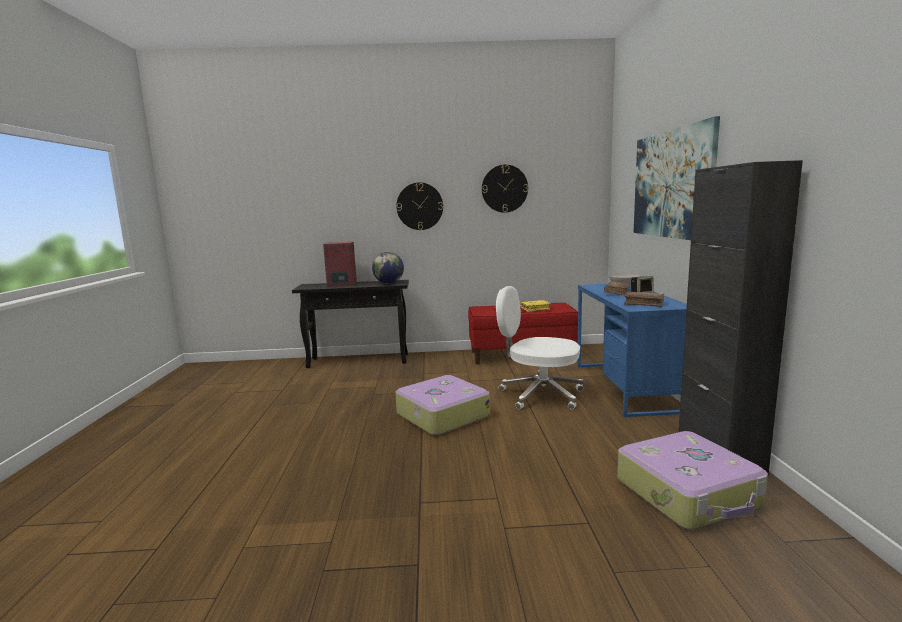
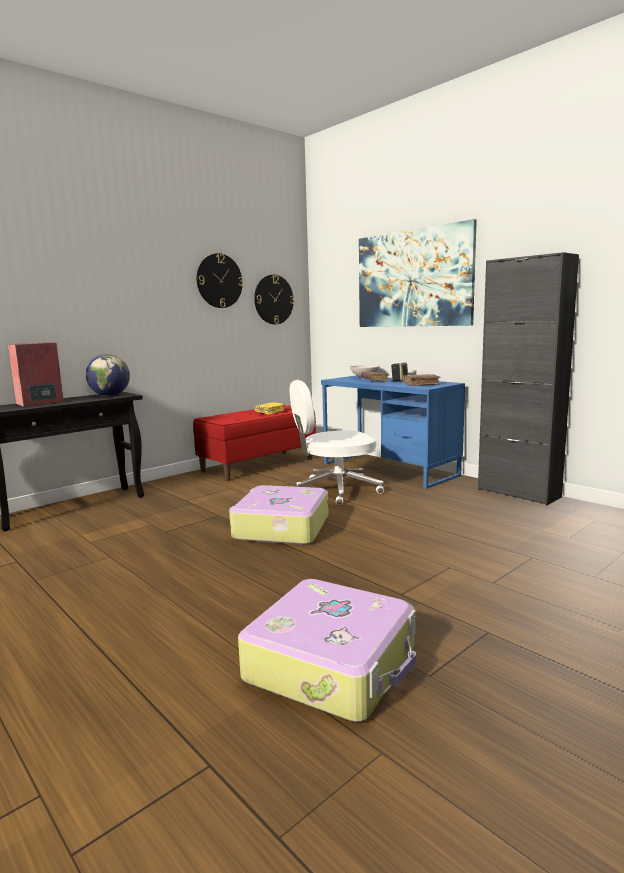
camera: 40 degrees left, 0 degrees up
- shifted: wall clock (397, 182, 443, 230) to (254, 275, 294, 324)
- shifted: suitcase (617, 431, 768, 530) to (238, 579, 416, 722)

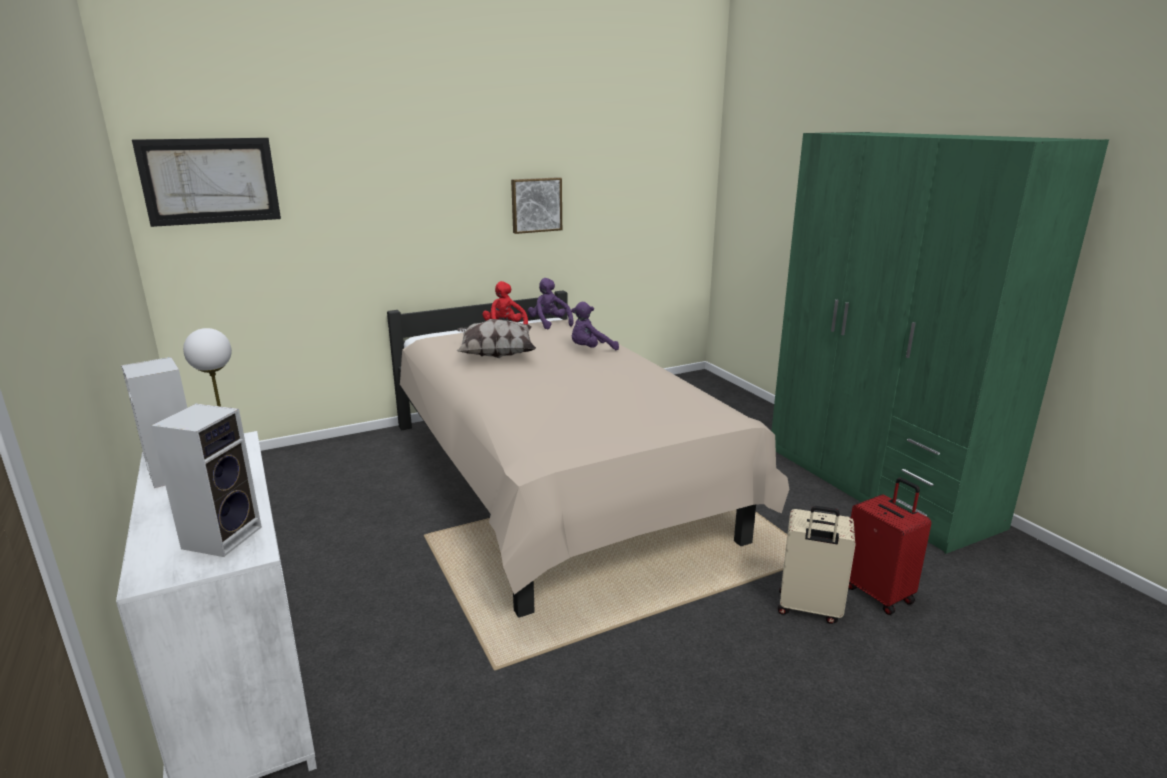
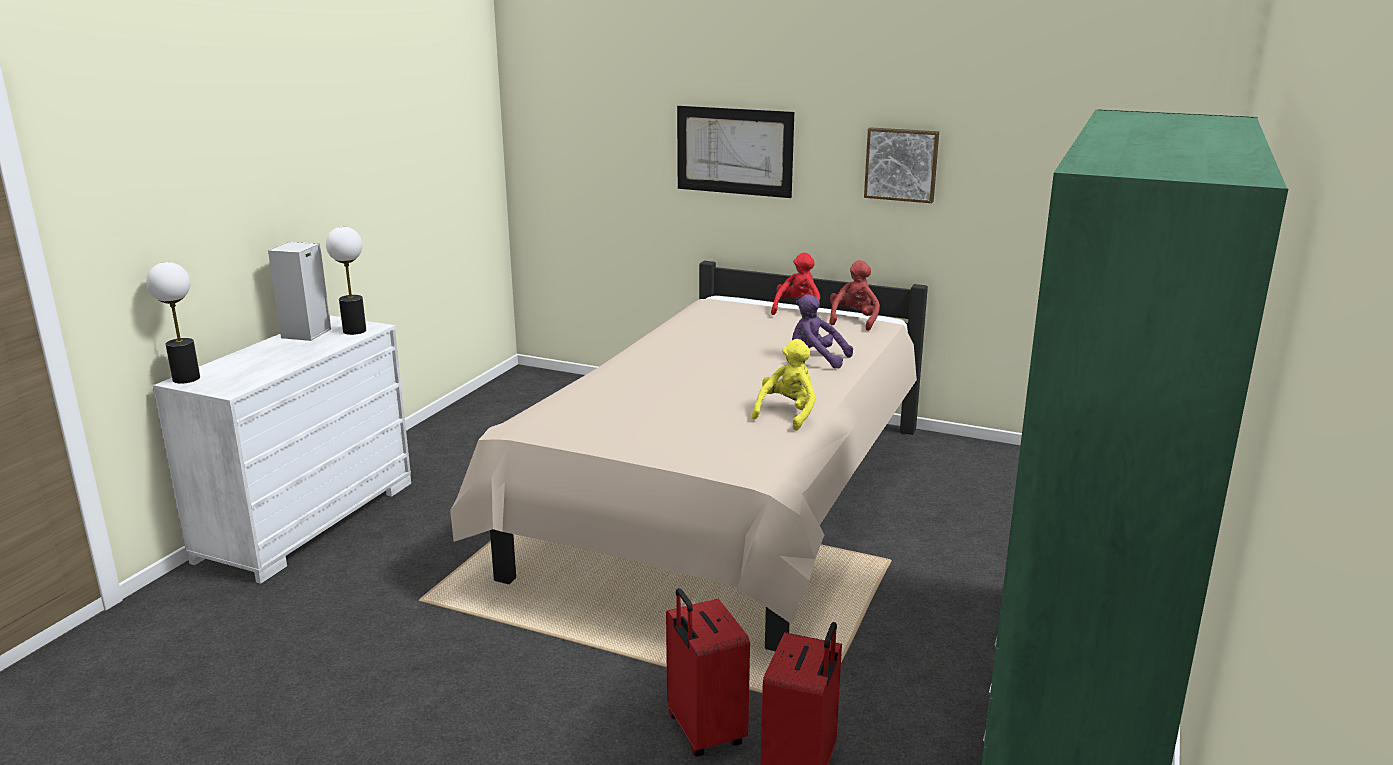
camera: 50 degrees right, 0 degrees up
- gone: speaker (151, 404, 262, 557)
- gone: pillow (457, 319, 536, 358)
- new: table lamp (146, 262, 200, 384)
- new: plush toy (yellow) (752, 339, 816, 431)
- shifted: picture (132, 138, 281, 227) to (677, 106, 794, 198)
- repainted: plush toy (purple) (528, 278, 574, 329) to plush toy (red) (829, 260, 880, 331)
- repainted: suitcase (beige) (778, 506, 855, 624) to suitcase (red) (666, 588, 750, 756)

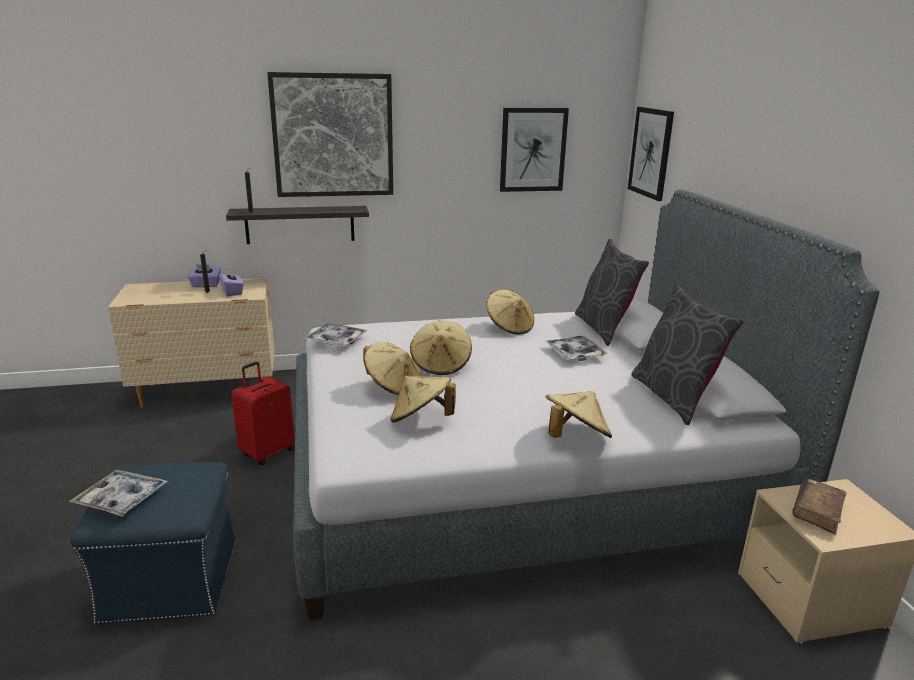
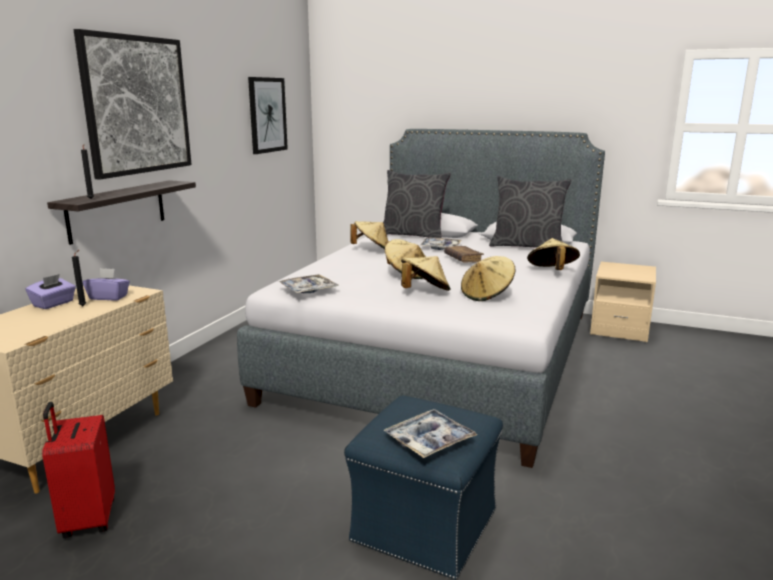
camera: 55 degrees left, 5 degrees down
- gone: picture (628, 107, 674, 201)
- shifted: suitcase (red) (231, 362, 295, 465) to (42, 402, 115, 538)
- shifted: book (brown) (792, 478, 847, 535) to (444, 246, 484, 263)

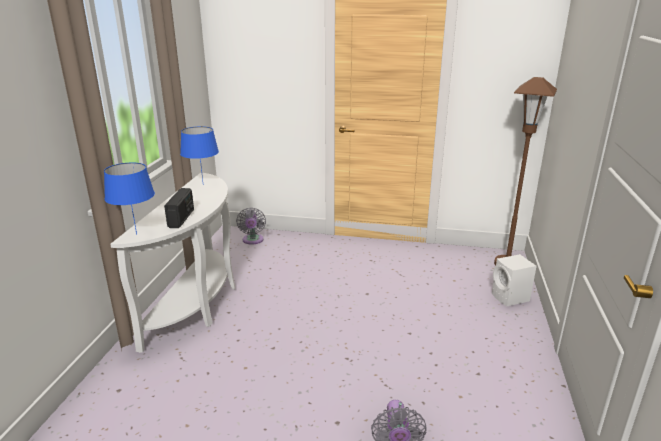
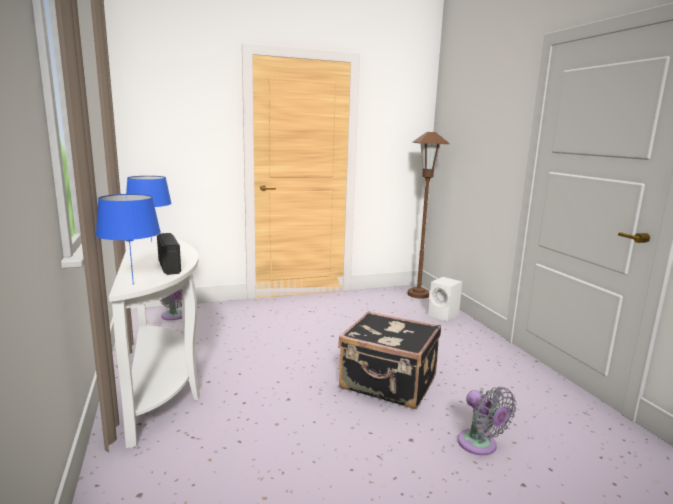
camera: 30 degrees left, 10 degrees down
- new: suitcase (black) (338, 311, 441, 409)

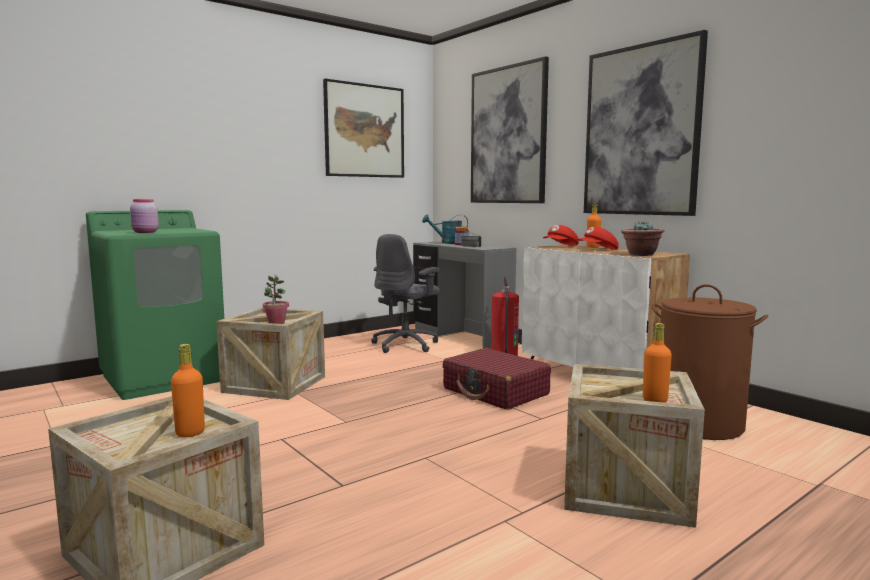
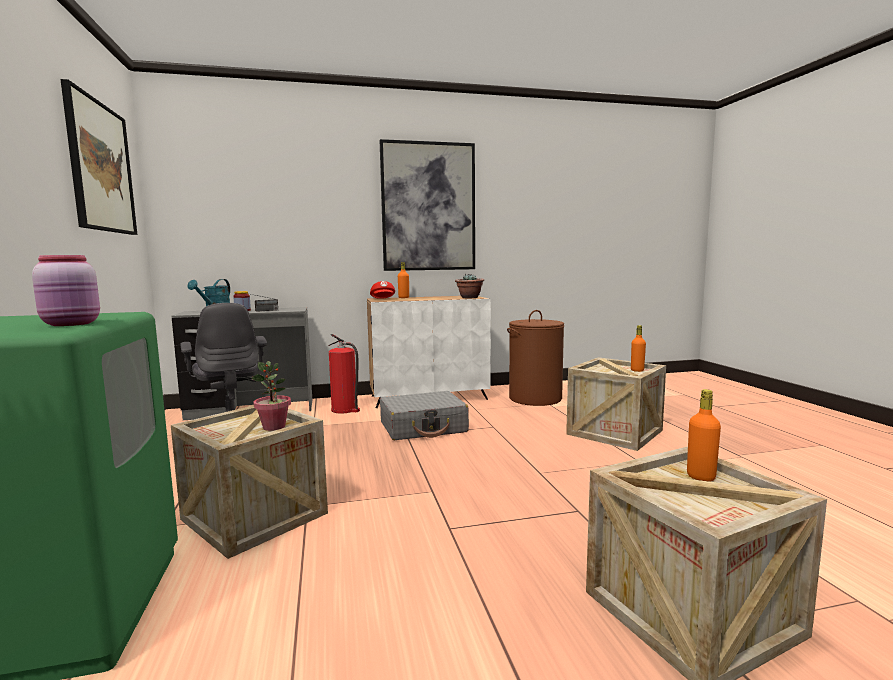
camera: 65 degrees left, 0 degrees up
- gone: picture (471, 56, 549, 203)
- gone: cap (red) (577, 227, 618, 249)
- repainted: suitcase (red) (443, 348, 551, 410) to suitcase (grey) (380, 391, 469, 440)

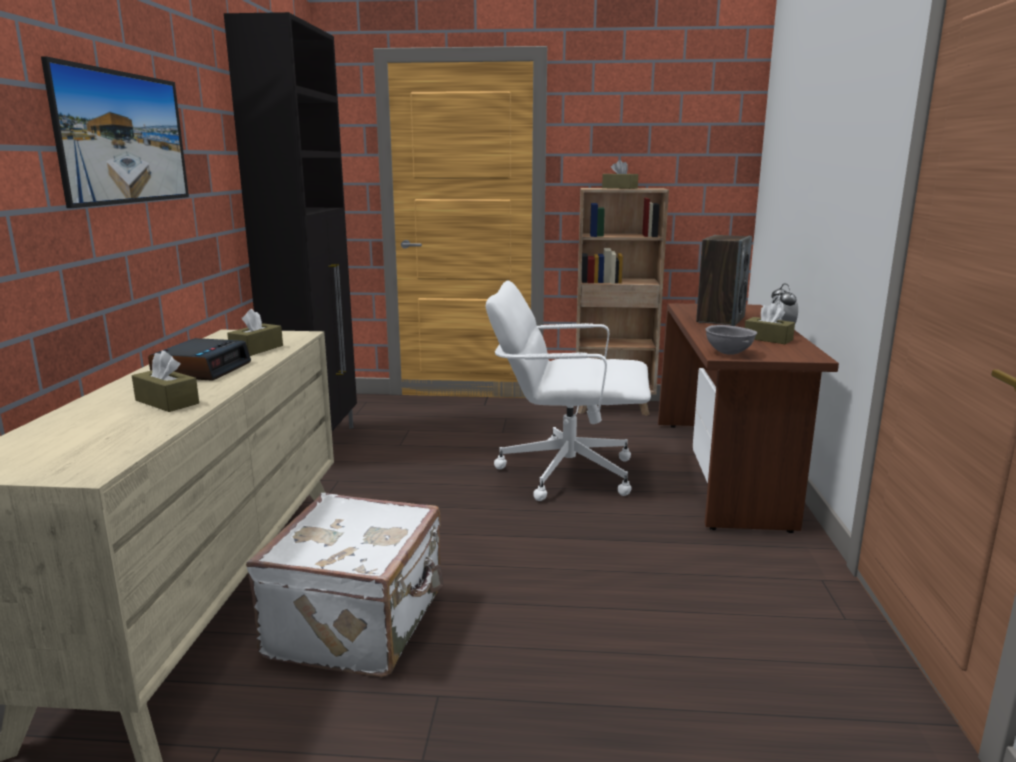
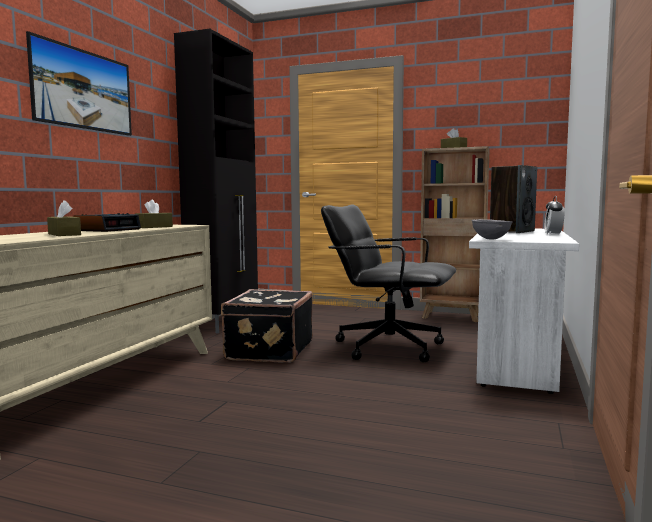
camera: 15 degrees right, 10 degrees down
- gone: suitcase (white) (246, 493, 443, 677)
- gone: tissue box (brown) (745, 303, 795, 344)
- new: suitcase (black) (221, 289, 313, 363)
- repainted: office chair (white) (486, 280, 651, 501) to office chair (black) (321, 204, 456, 362)
- repainted: desk (brown) (658, 303, 839, 533) to desk (white) (469, 229, 579, 394)

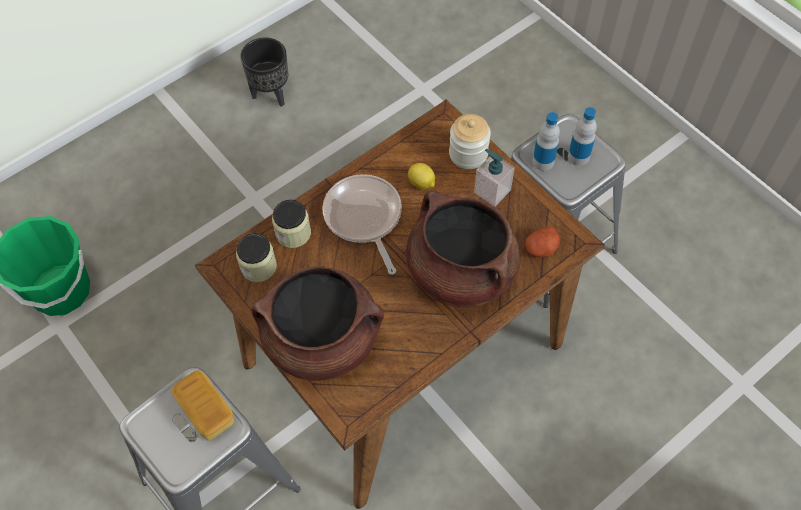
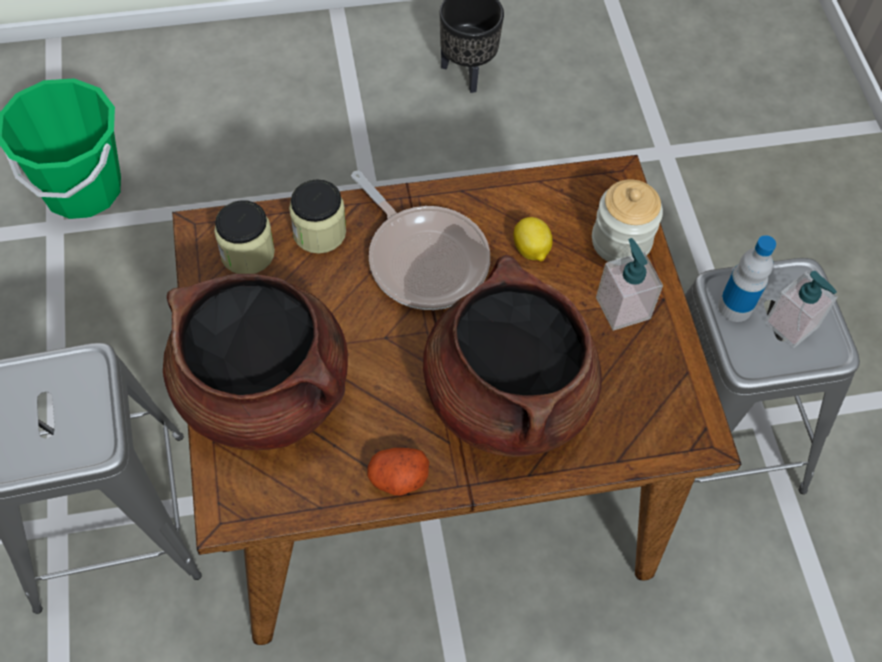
camera: 25 degrees right, 0 degrees up
- gone: bread (171, 370, 234, 441)
- shifted: potato (525, 226, 560, 258) to (368, 448, 429, 496)
- swapped: bottle (568, 107, 597, 166) to soap dispenser (765, 271, 838, 348)
- rotated: frying pan (322, 174, 402, 275) = (351, 171, 490, 310) 135 degrees clockwise

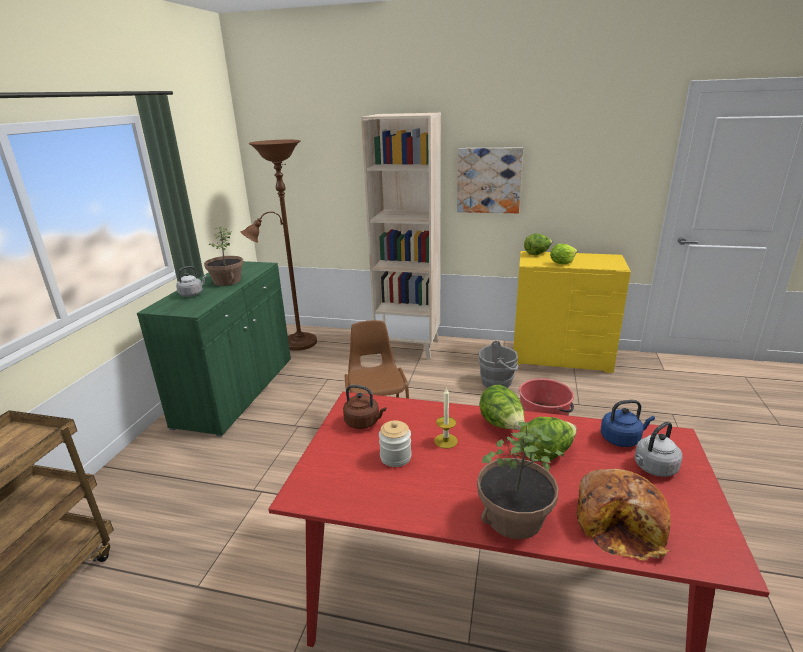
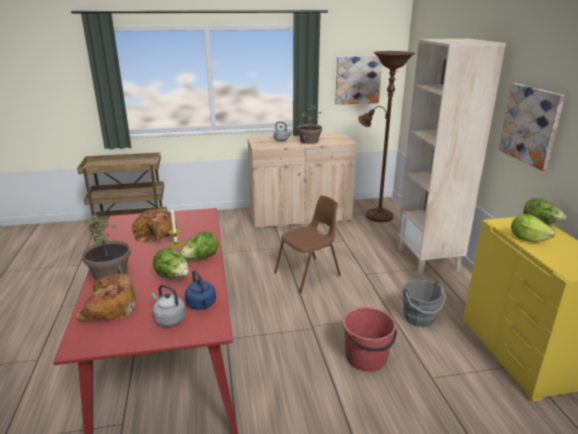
camera: 65 degrees right, 0 degrees up
- gone: kettle (brown) (343, 385, 386, 429)
- new: picture (335, 56, 382, 105)
- swapped: jar (379, 420, 412, 467) to bread (132, 209, 178, 243)
- repainted: cabinet (green) (137, 261, 291, 437) to cabinet (beige) (248, 133, 357, 229)

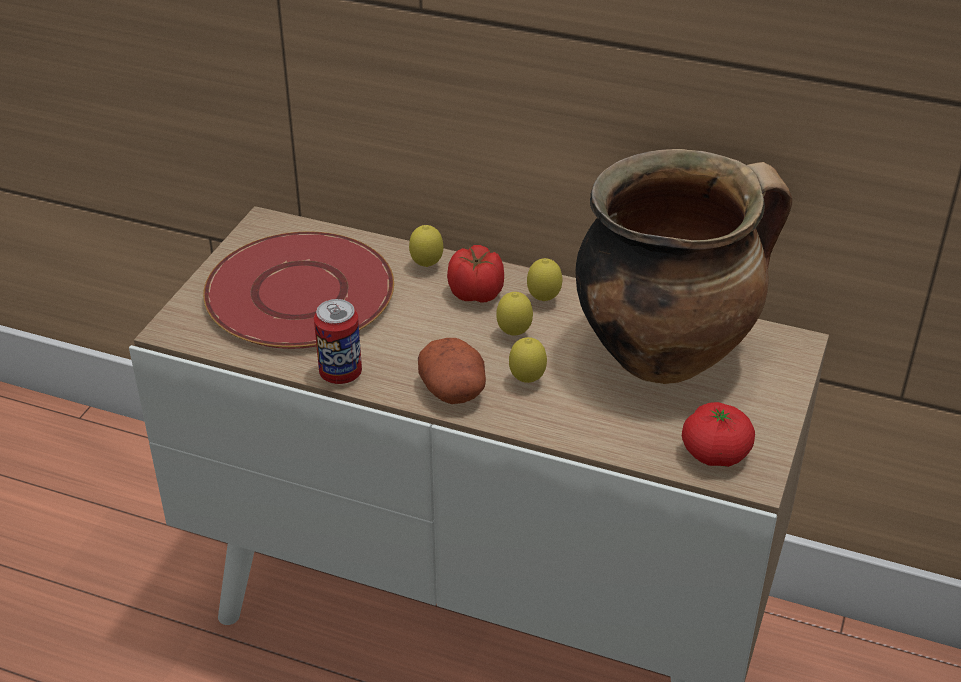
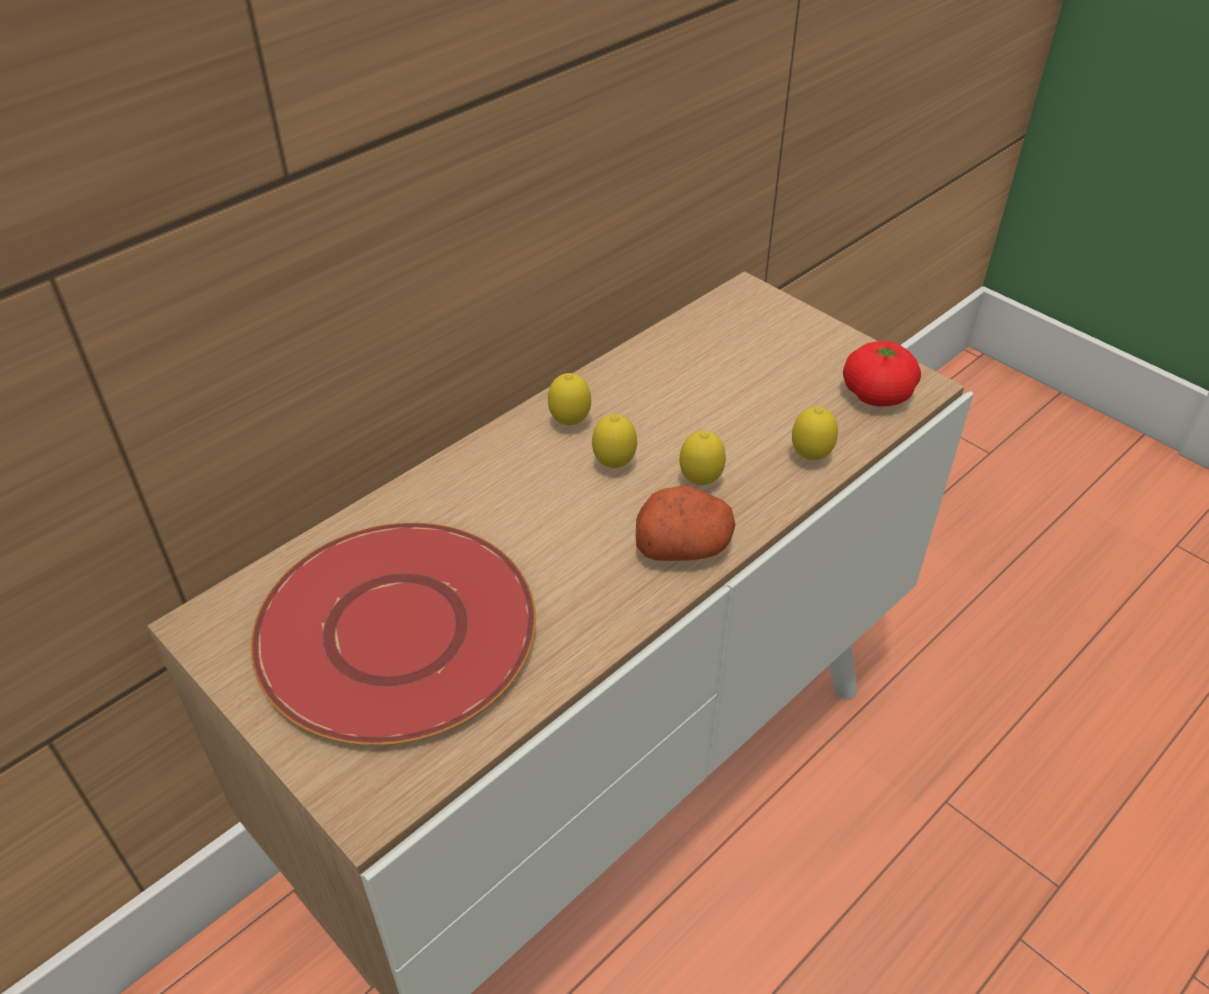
camera: 65 degrees left, 5 degrees up
- gone: can (314, 299, 362, 384)
- gone: tomato (447, 245, 504, 303)
- gone: cooking pot (575, 149, 792, 384)
- shifted: lemon (409, 225, 443, 267) to (792, 407, 838, 460)

